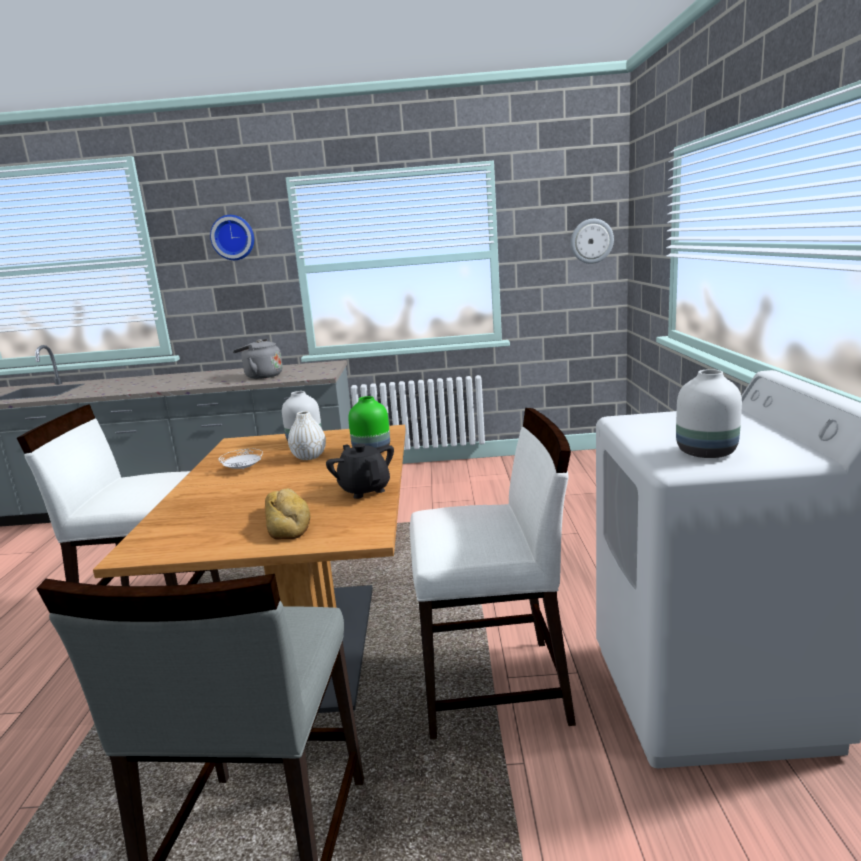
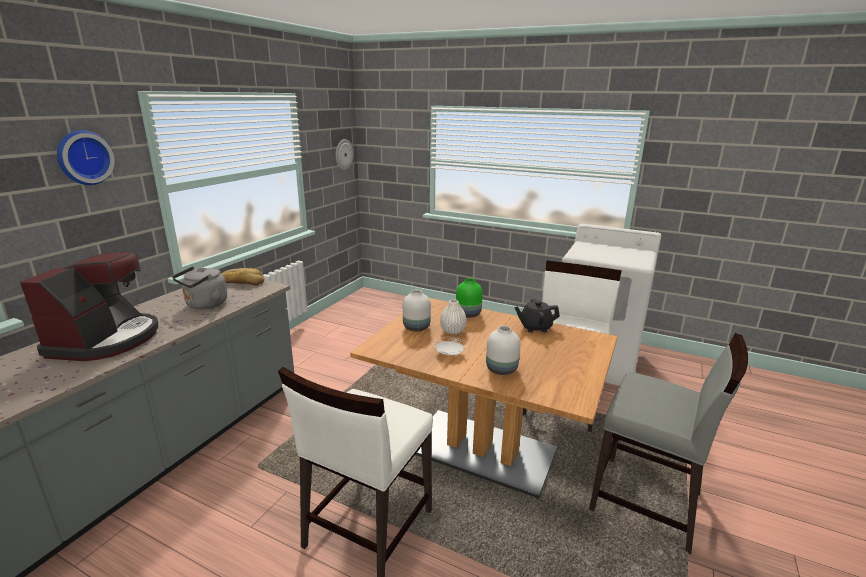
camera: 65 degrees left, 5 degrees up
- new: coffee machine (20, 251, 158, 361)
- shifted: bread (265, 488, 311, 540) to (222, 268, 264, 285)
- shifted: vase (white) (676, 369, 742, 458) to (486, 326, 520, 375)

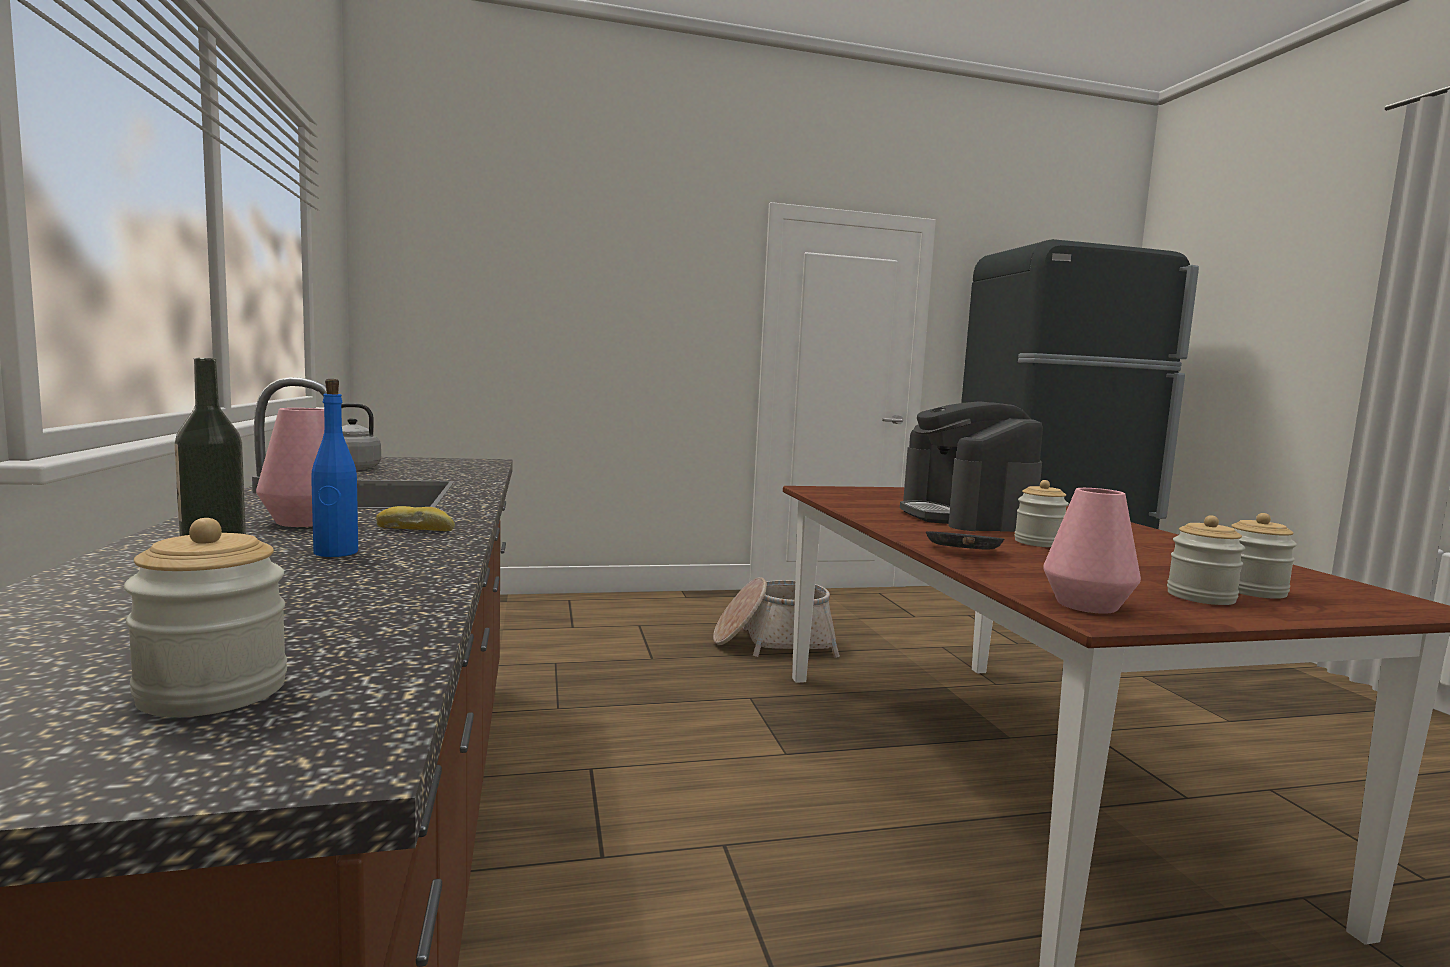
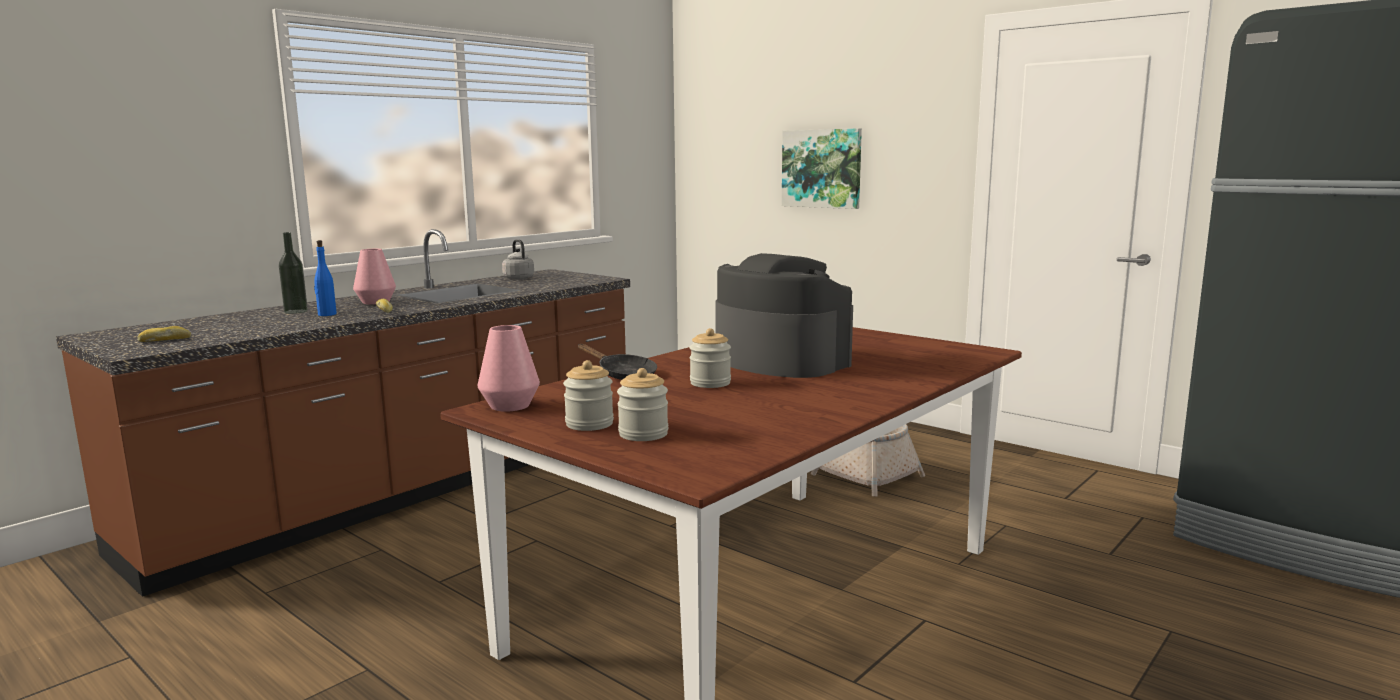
camera: 55 degrees right, 5 degrees up
- new: picture (782, 128, 862, 209)
- swapped: jar (124, 518, 287, 717) to bread (137, 326, 191, 342)
- rotated: coffee machine (900, 401, 1043, 532) = (715, 253, 853, 378) 90 degrees clockwise
- rotated: frying pan (black) (926, 531, 1004, 550) = (578, 344, 657, 380) 60 degrees clockwise

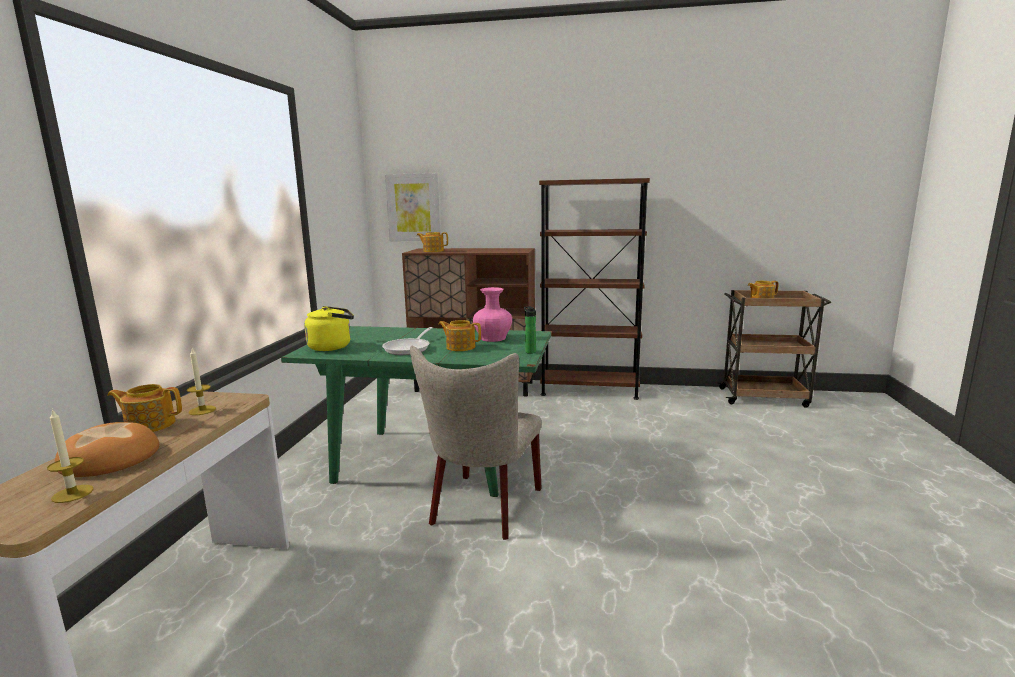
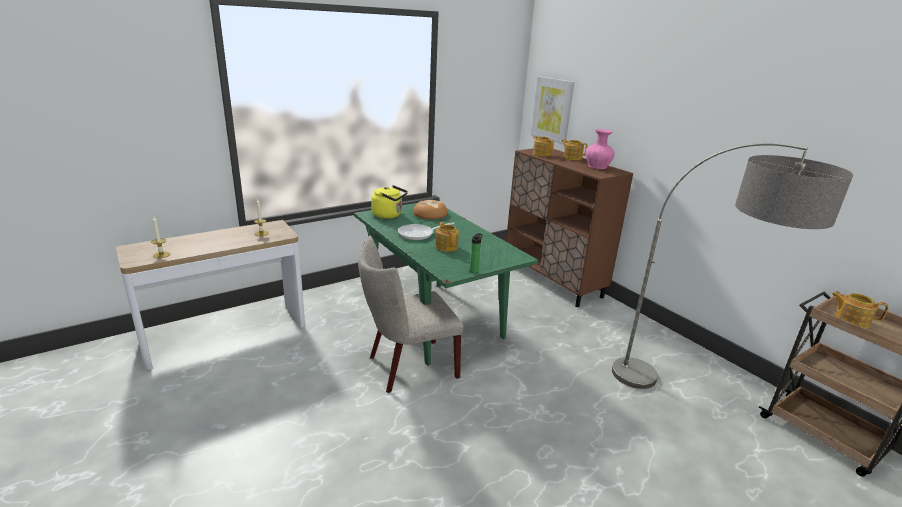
camera: 45 degrees right, 10 degrees up
- gone: bookcase (brown) (539, 178, 650, 400)
- new: floor lamp (612, 143, 853, 389)
- shifted: bread (55, 422, 159, 477) to (413, 200, 448, 219)
- shifted: teapot (107, 384, 182, 432) to (562, 139, 588, 160)
- shifted: vase (pink) (473, 287, 512, 342) to (586, 129, 615, 169)

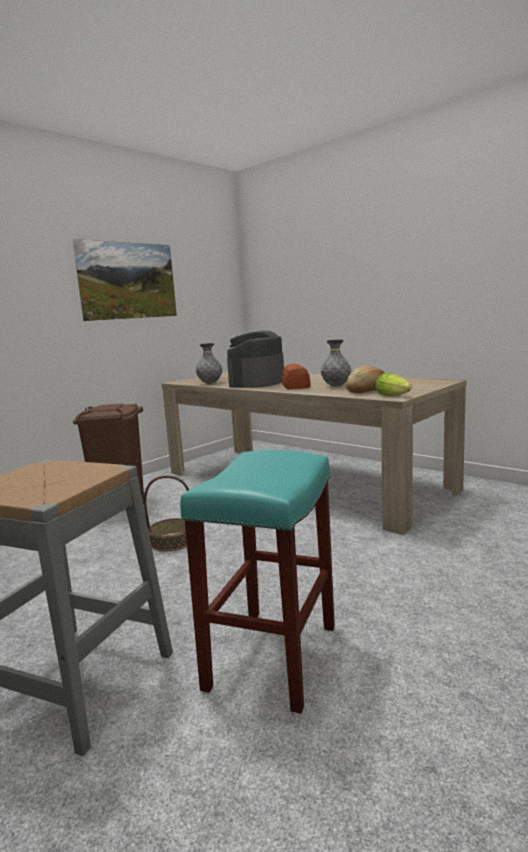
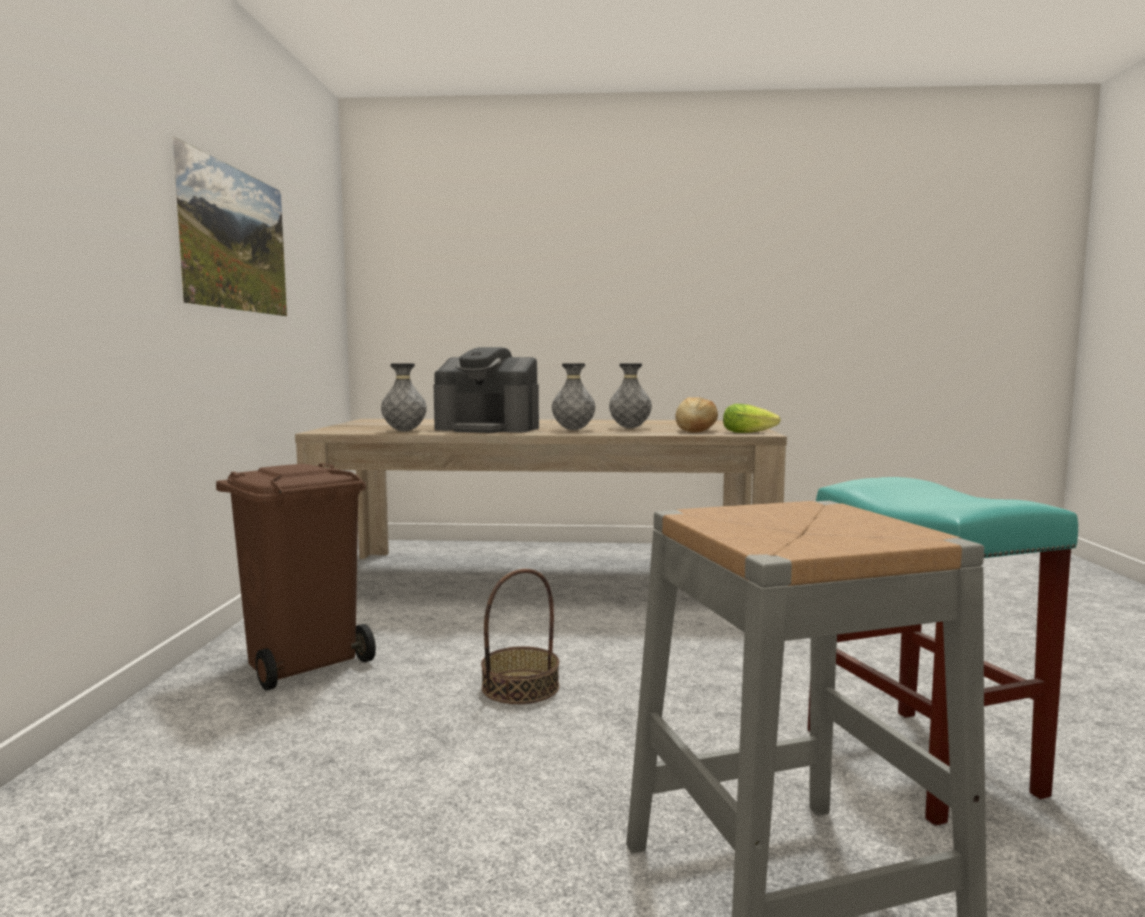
camera: 40 degrees left, 5 degrees down
- swapped: bread (282, 364, 311, 389) to vase (grey) (552, 363, 595, 430)
- rotated: coffee machine (227, 331, 284, 388) = (434, 347, 539, 433) 60 degrees counterclockwise

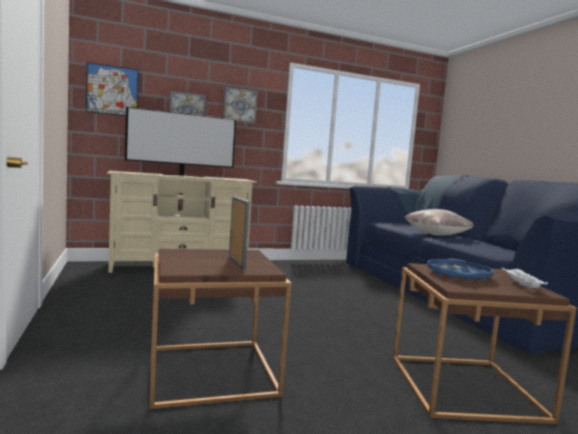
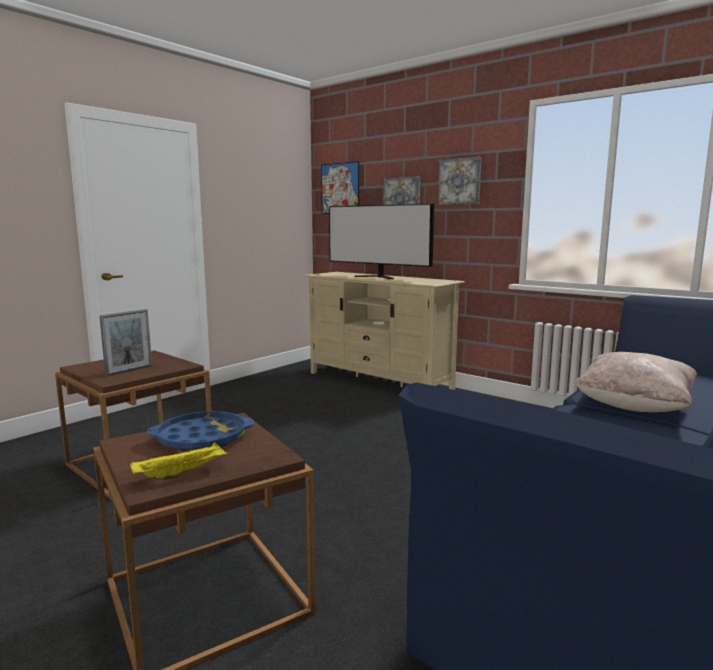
camera: 60 degrees right, 5 degrees up
- repainted: tray (white) (501, 268, 548, 289) to tray (yellow) (130, 442, 228, 480)

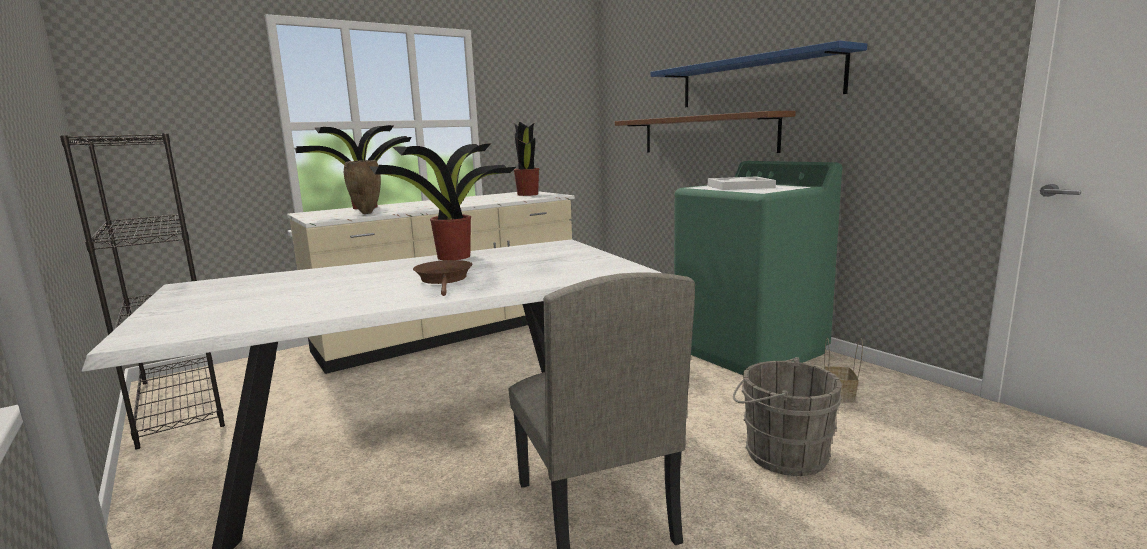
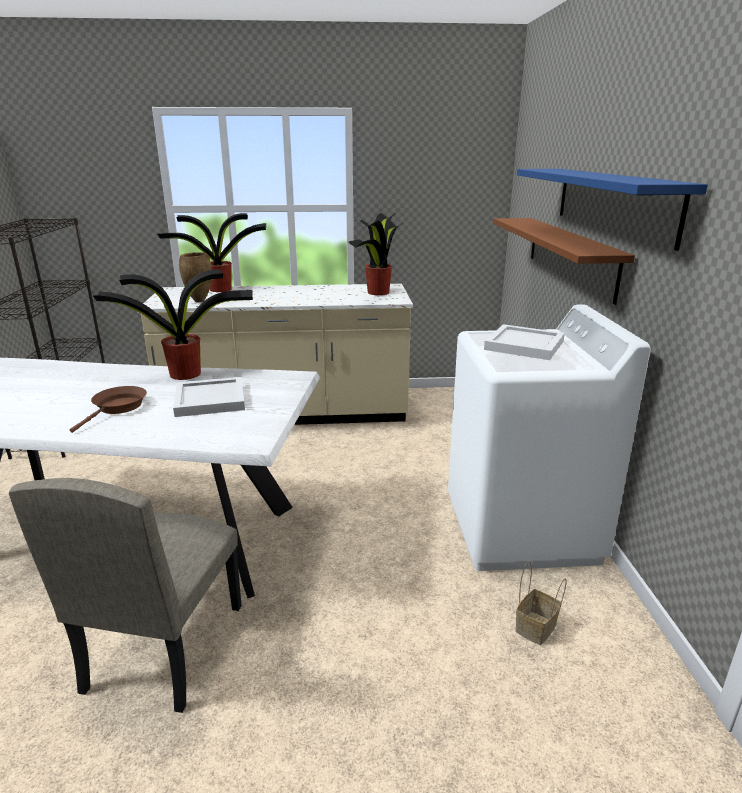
camera: 30 degrees right, 10 degrees up
- gone: bucket (grey) (733, 357, 842, 476)
- new: tray (white) (173, 377, 245, 417)
- repainted: washing machine (green) (674, 161, 842, 375) to washing machine (white) (448, 305, 651, 571)

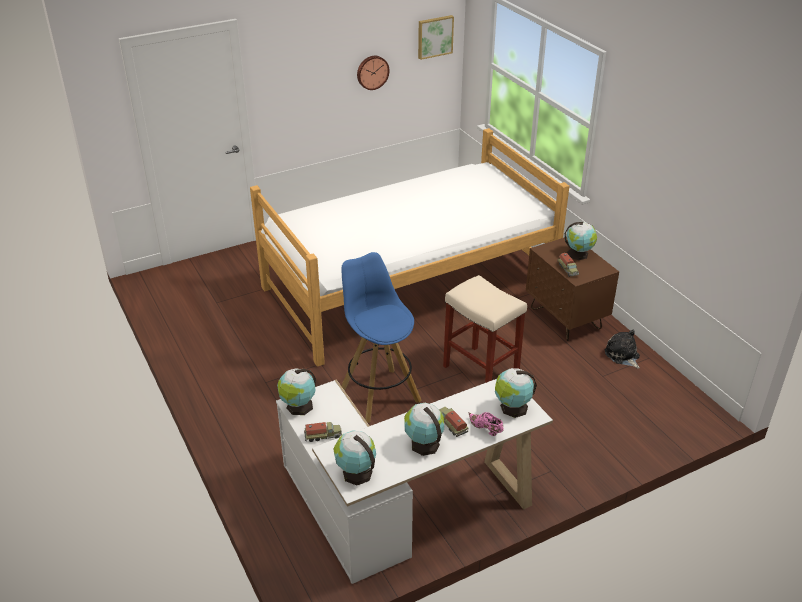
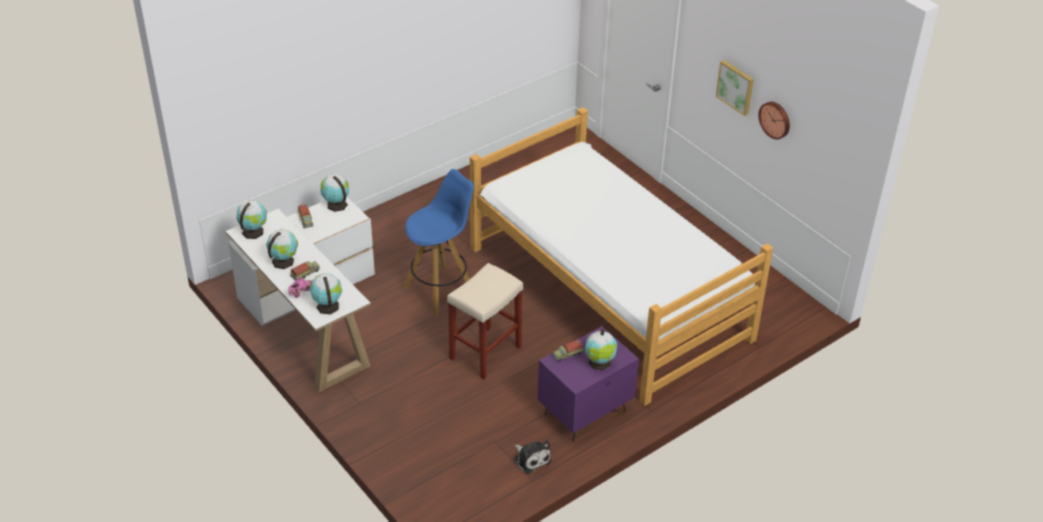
camera: 80 degrees right, 5 degrees up
- shifted: picture (418, 15, 454, 60) to (716, 60, 754, 116)
- repainted: nightstand (brown) (526, 237, 619, 341) to nightstand (purple) (538, 326, 639, 441)
- rotated: plush toy (605, 330, 640, 369) = (514, 440, 551, 474) 90 degrees clockwise

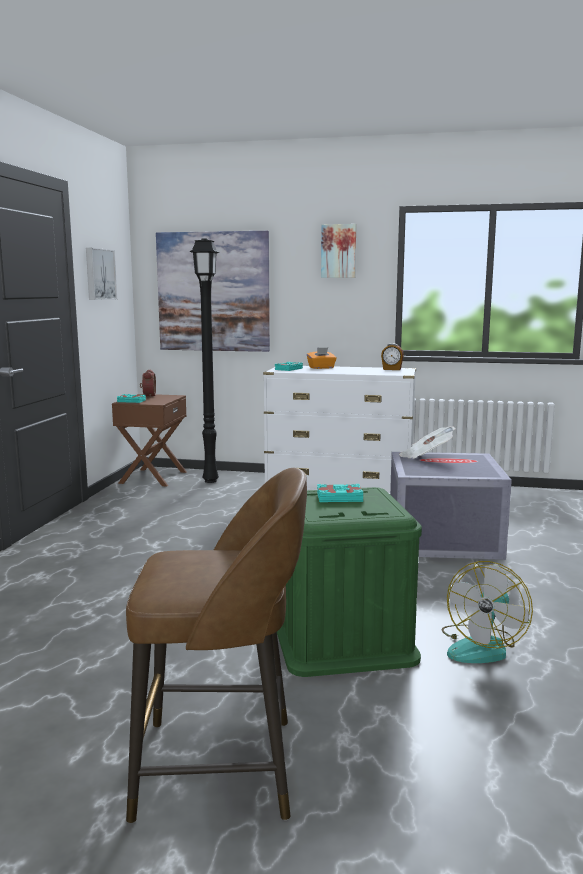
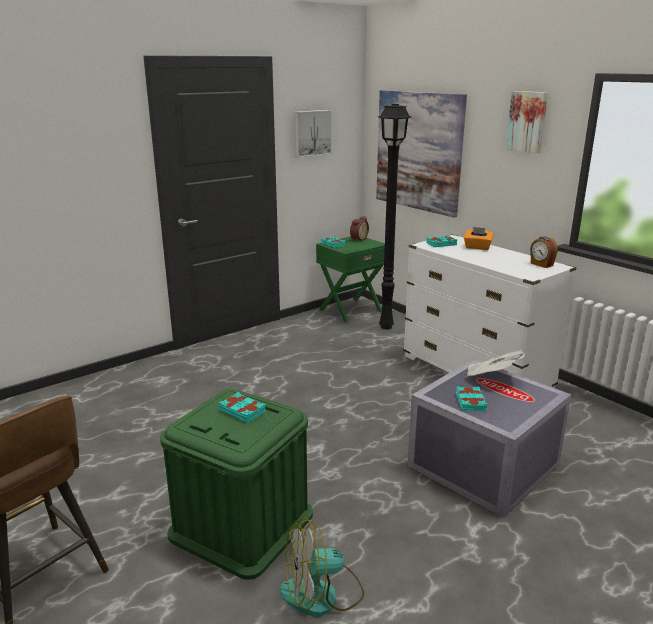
camera: 40 degrees right, 10 degrees up
- new: book (turquoise) (456, 387, 487, 411)
- repainted: nightstand (brown) (112, 394, 187, 487) to nightstand (green) (316, 237, 385, 323)

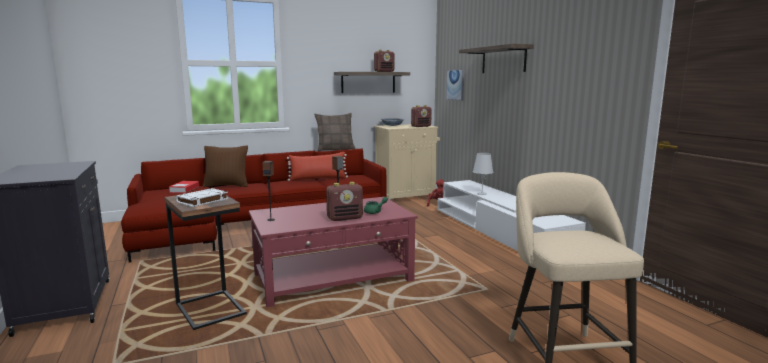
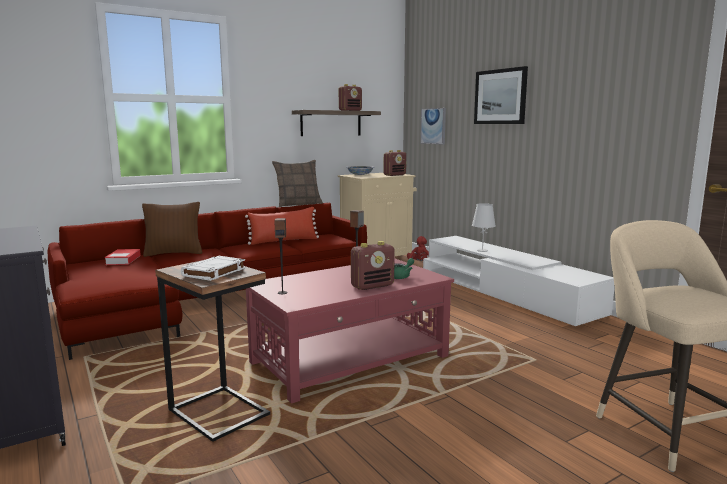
camera: 10 degrees left, 0 degrees up
- swapped: shelf (459, 44, 534, 73) to picture (474, 66, 528, 124)

